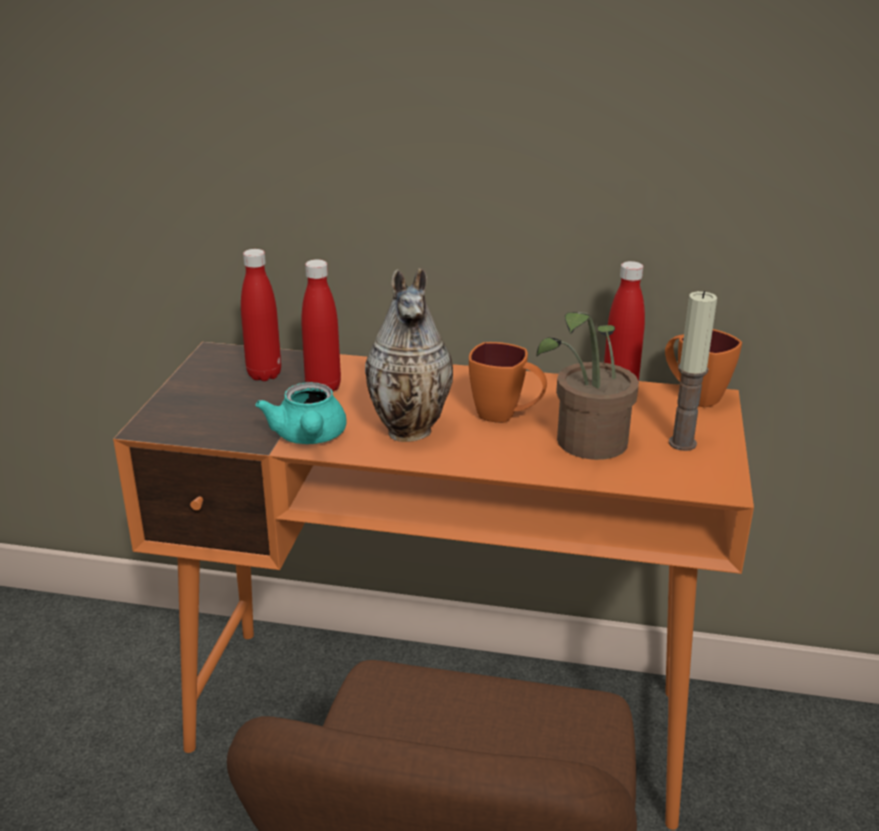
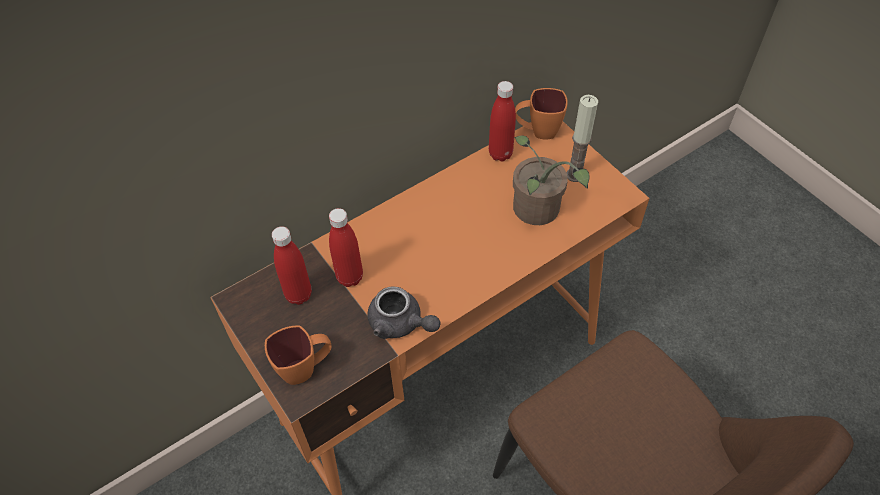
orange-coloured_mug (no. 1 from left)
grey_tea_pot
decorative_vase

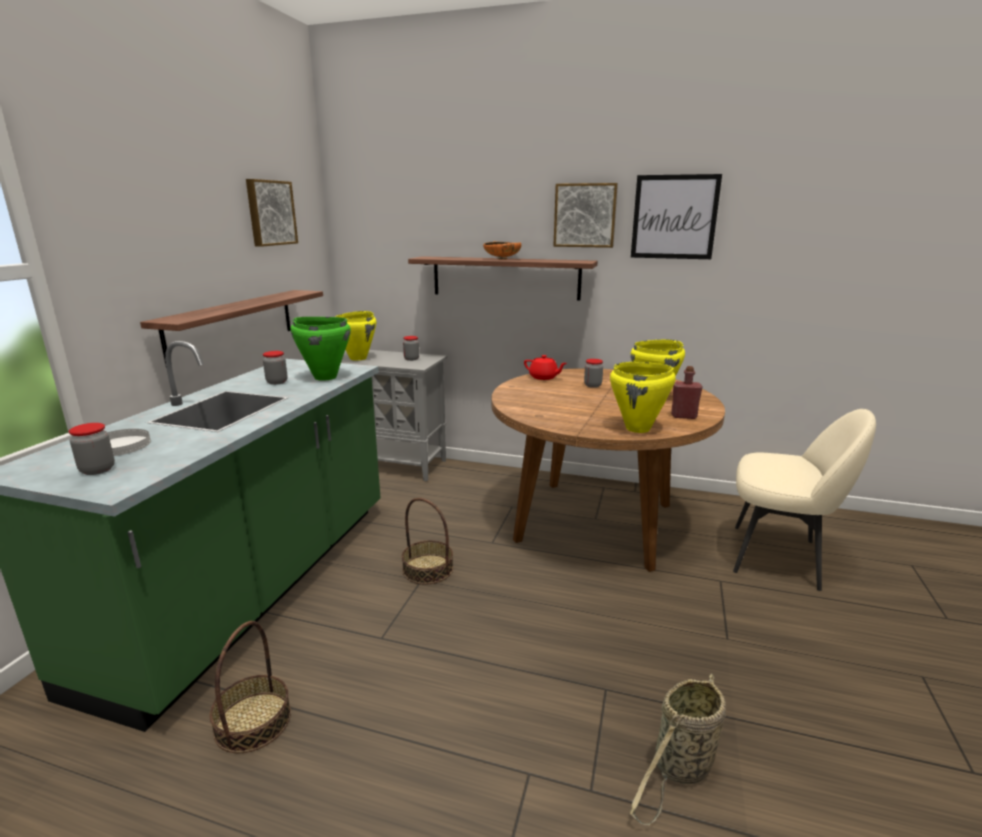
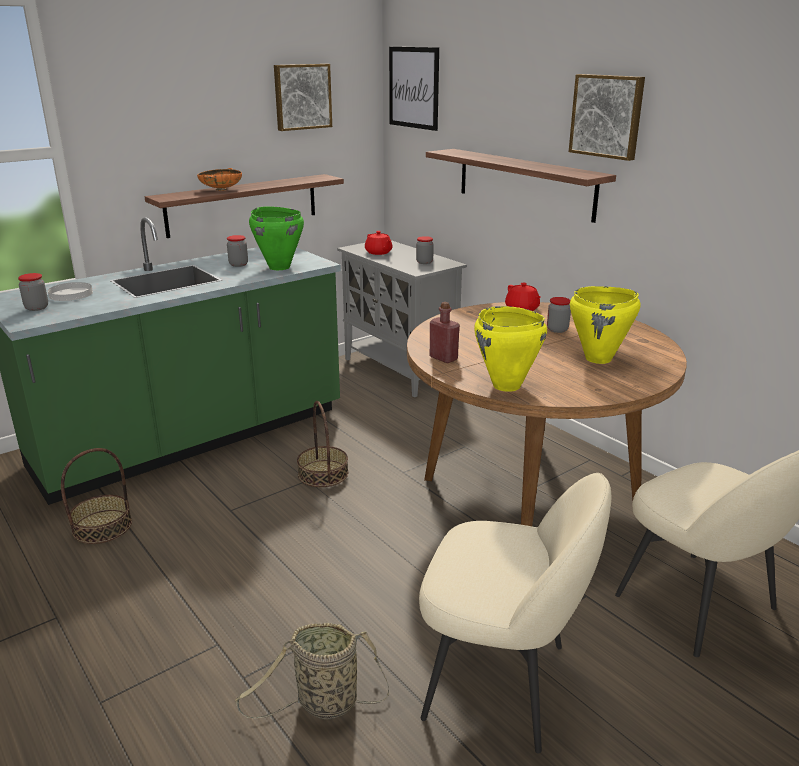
orange-coloured_deep_dish
red-coloured_tea_pot (no. 1 from left)
wall_picture (no. 2 from left)
beige_plain_chair (no. 1 from left)
red-coloured_drink_bottle

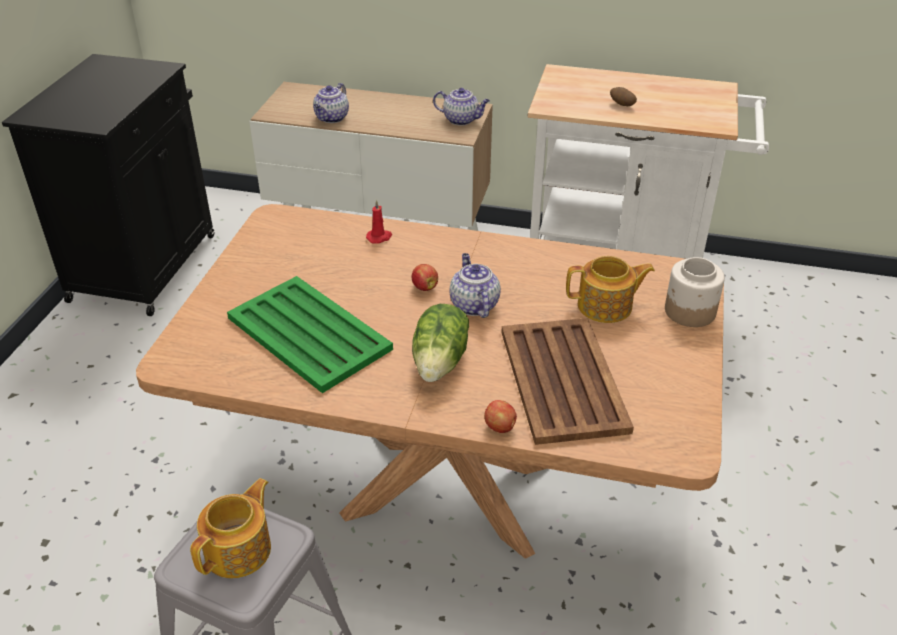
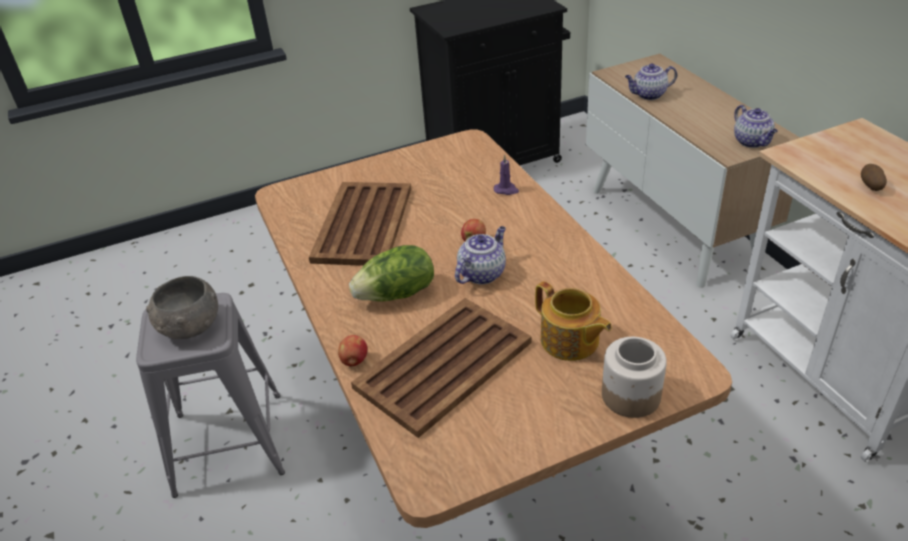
grey_deep_dish
brown-coloured_tray (no. 1 from left)
purple_wax_light

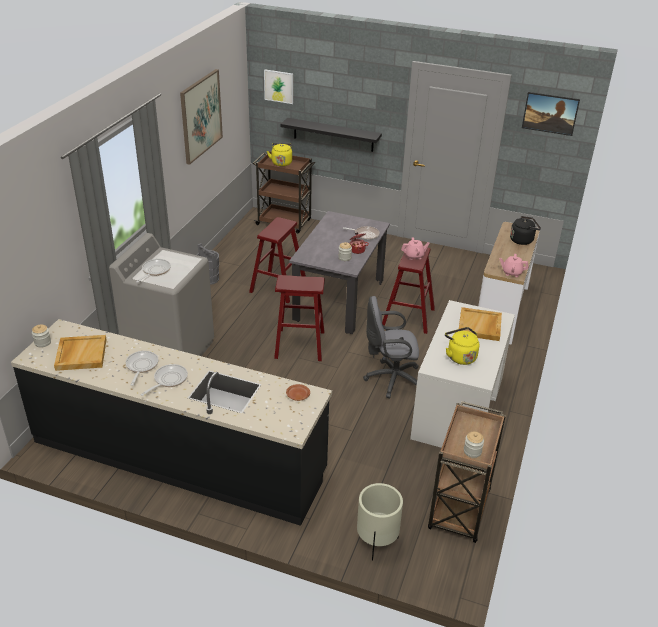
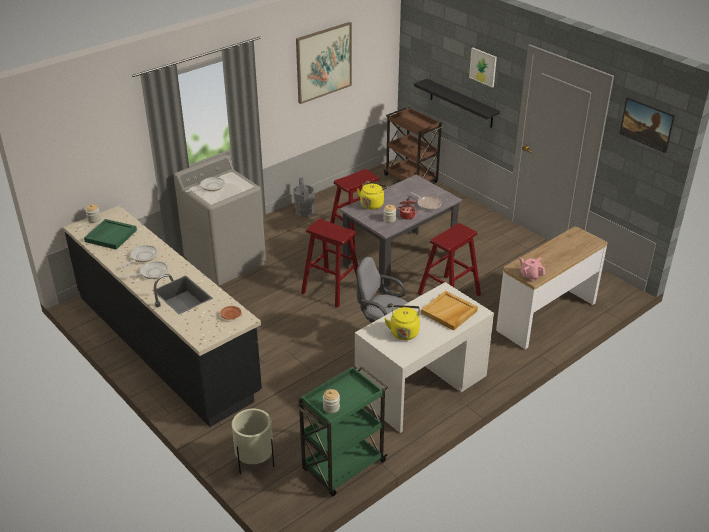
green_tray
green_cart
yellow-coloured_kettle (no. 1 from left)
wall_picture (no. 2 from left)
pinkish_tea_pot (no. 1 from left in the first image)
black-coloured_kettle

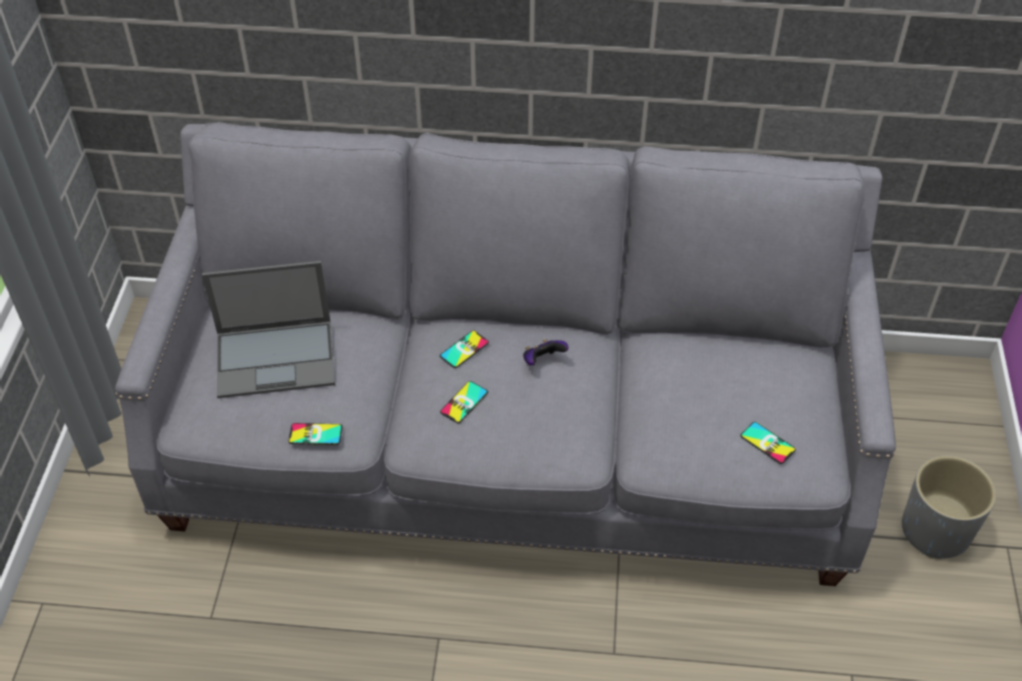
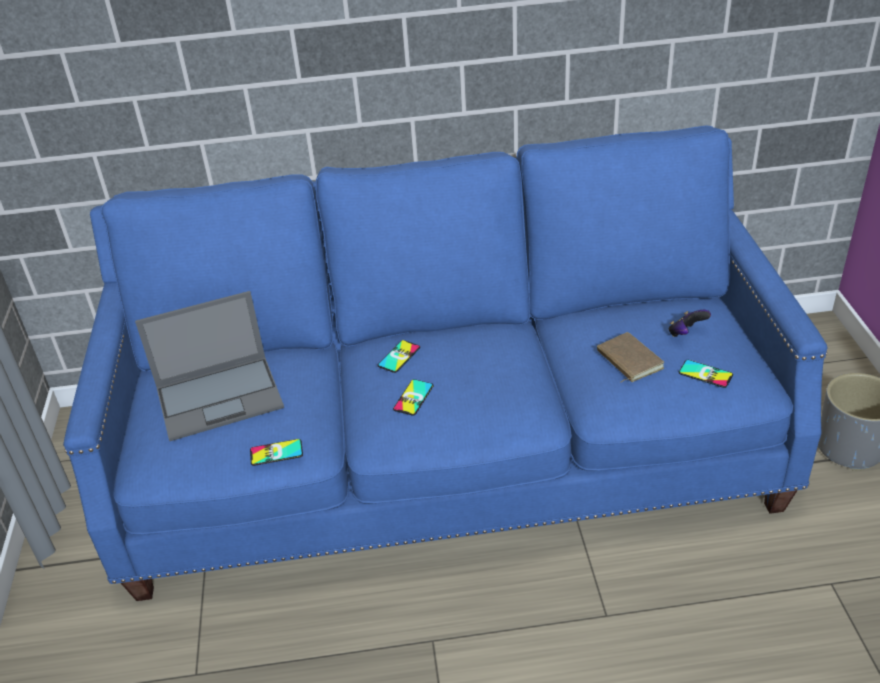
blue_couch
brown-coloured_bound_book
joypad

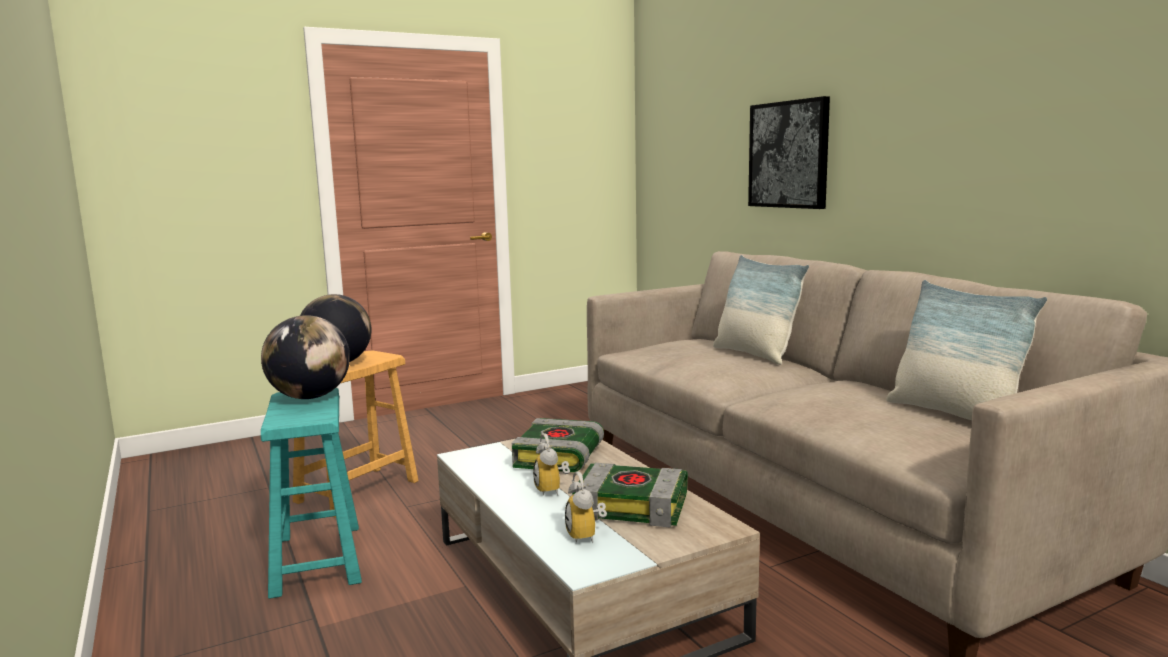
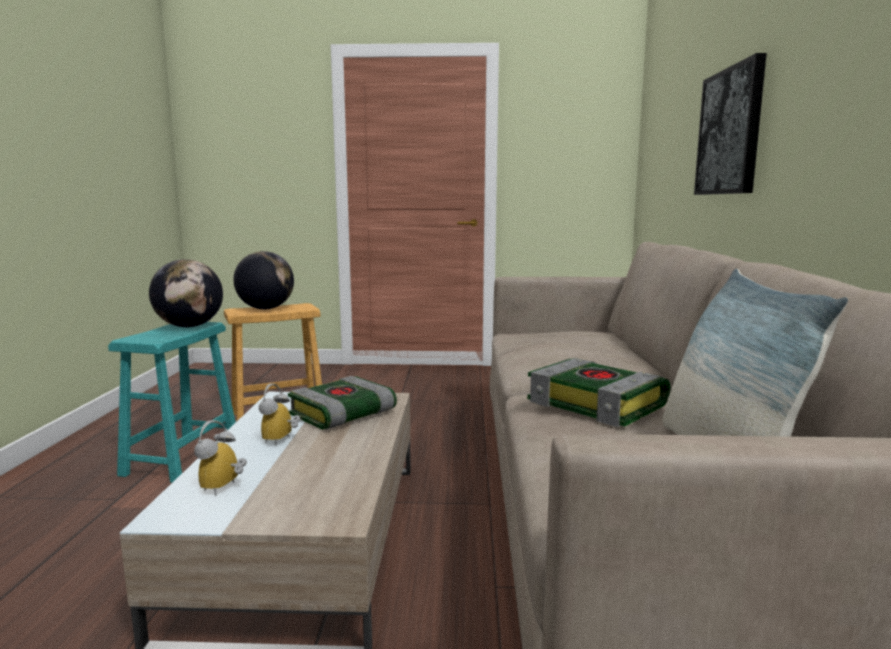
bound_book (no. 2 from left)
pillow (no. 1 from left in the first image)

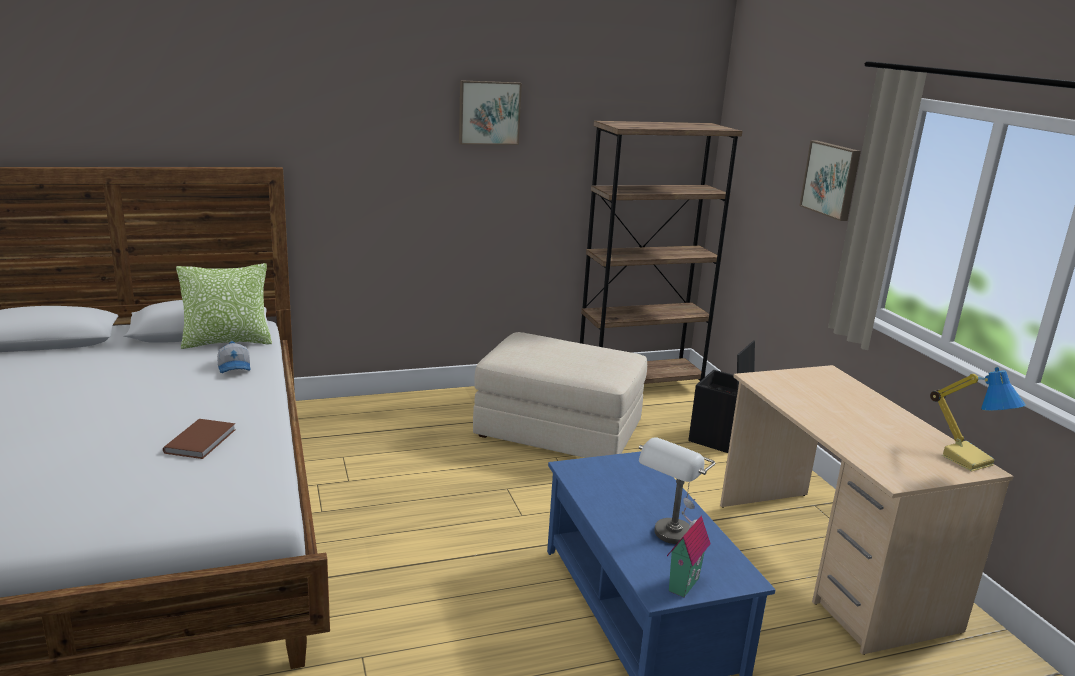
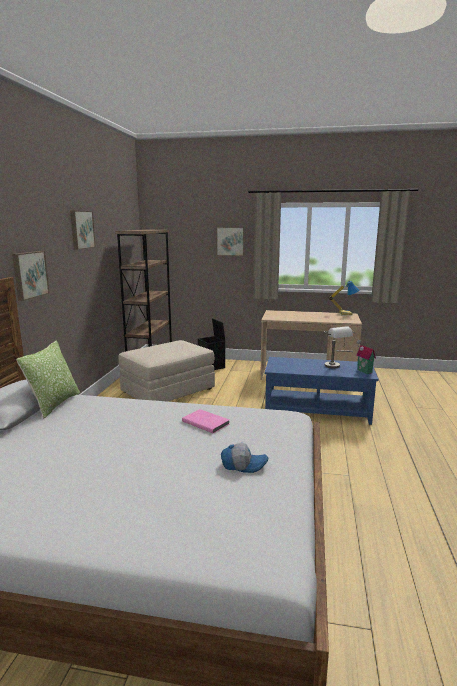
wall_picture (no. 1 from left)
pinkish_bound_book
peaked_cap

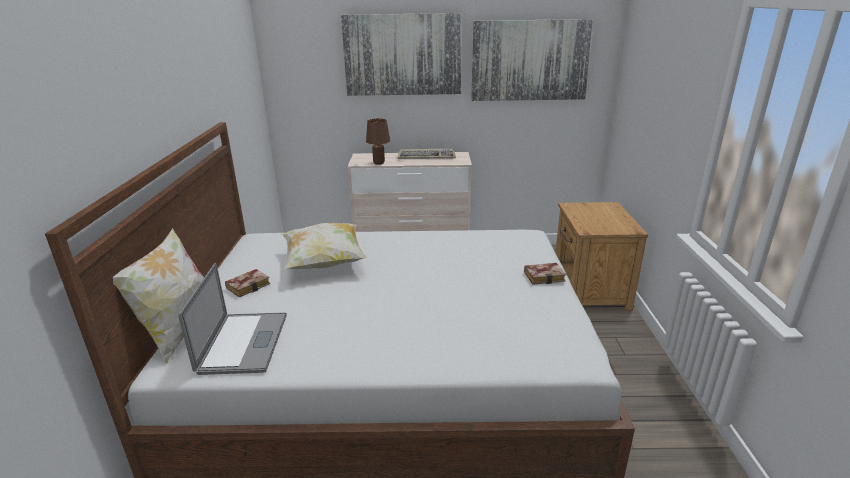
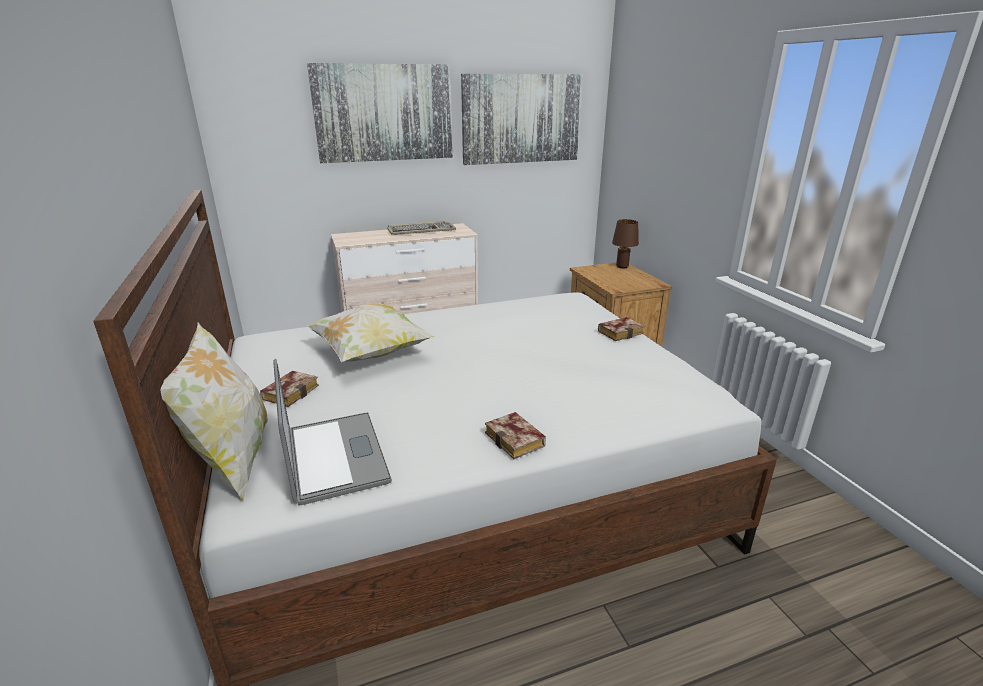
bound_book (no. 2 from left)
brown-coloured_lamp_for_a_table

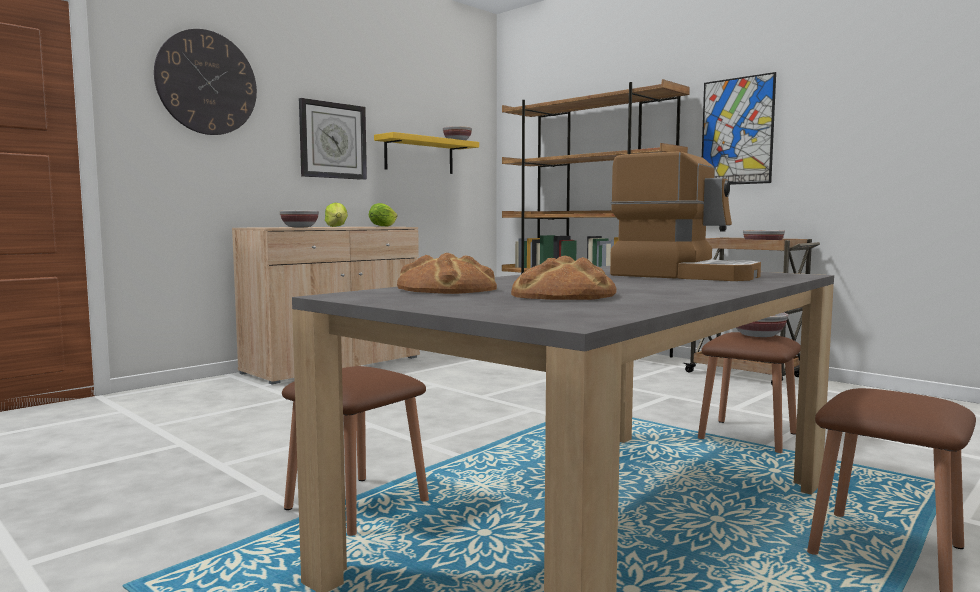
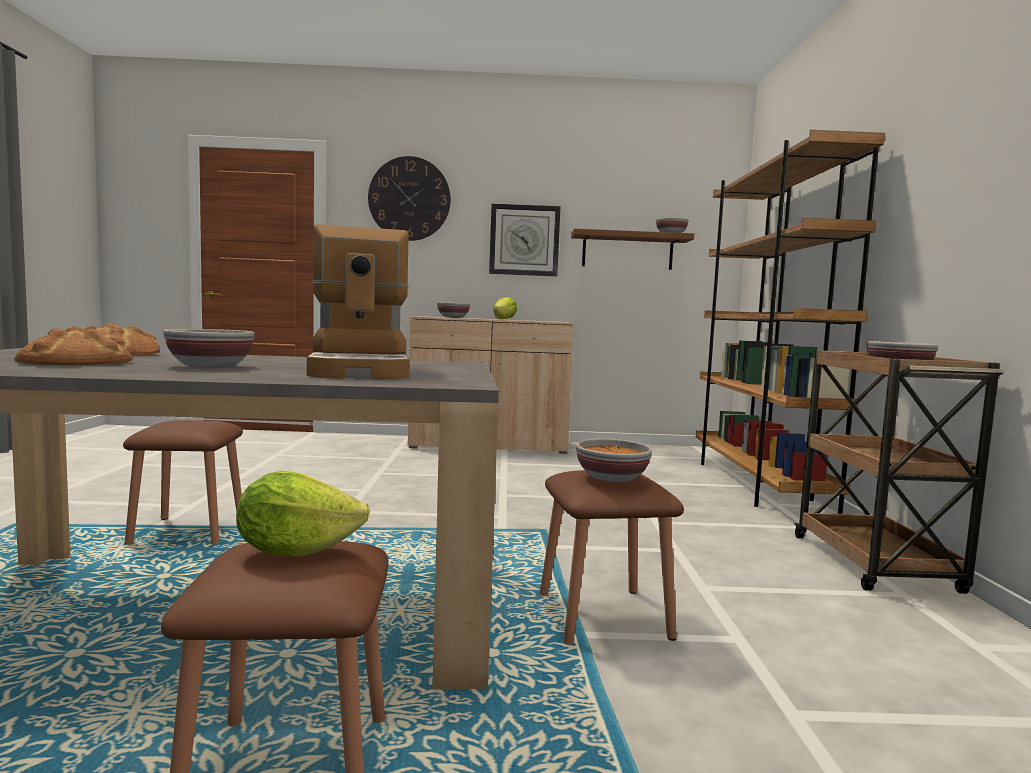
deep_dish (no. 1 from left)
head_of_lettuce (no. 1 from left)
brown-coloured_wall_shelf
wall_picture

